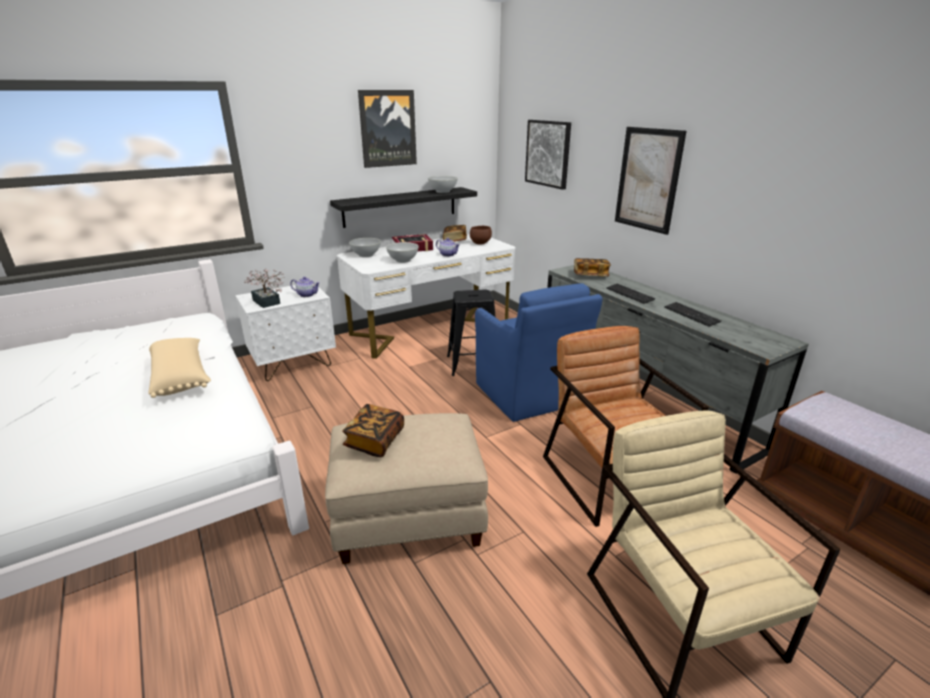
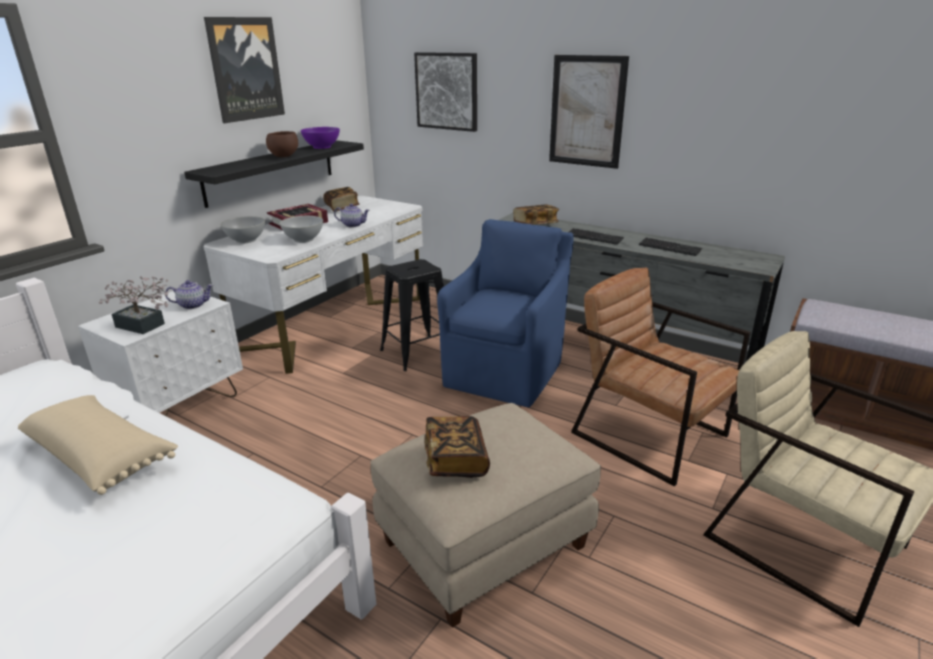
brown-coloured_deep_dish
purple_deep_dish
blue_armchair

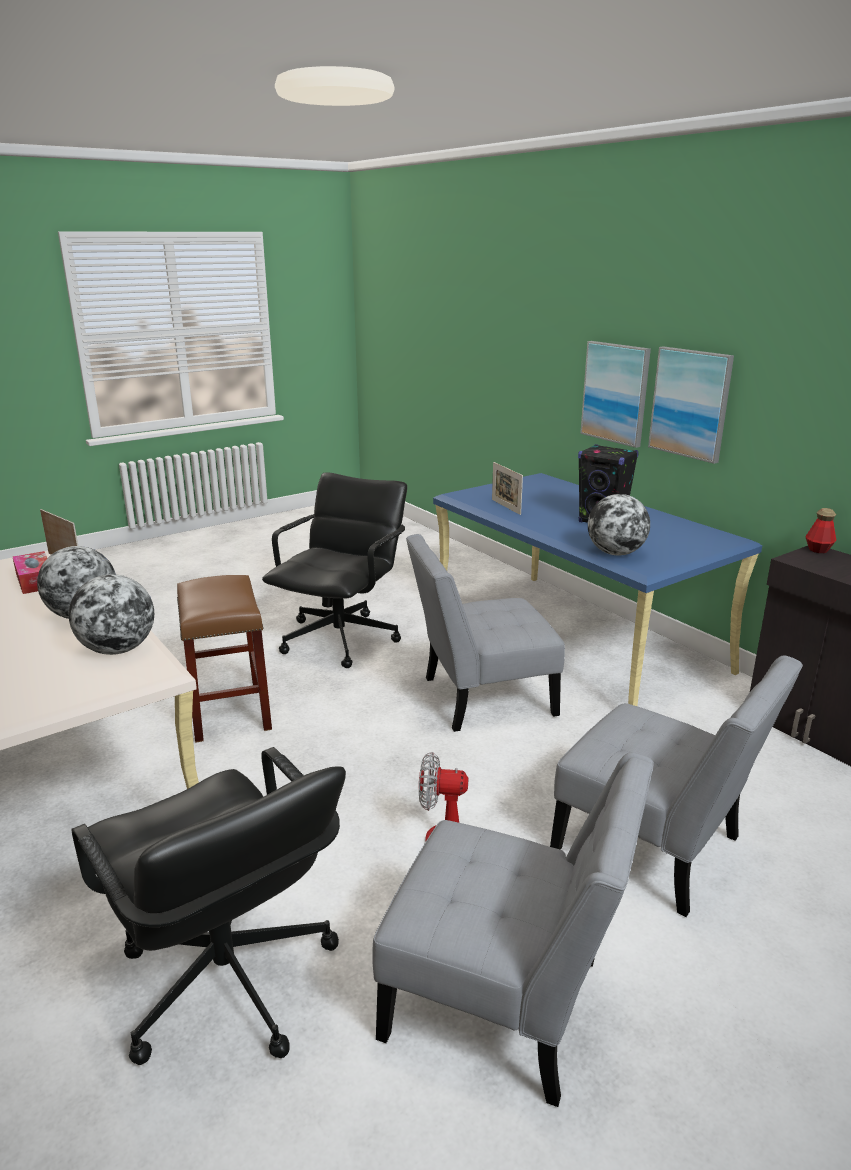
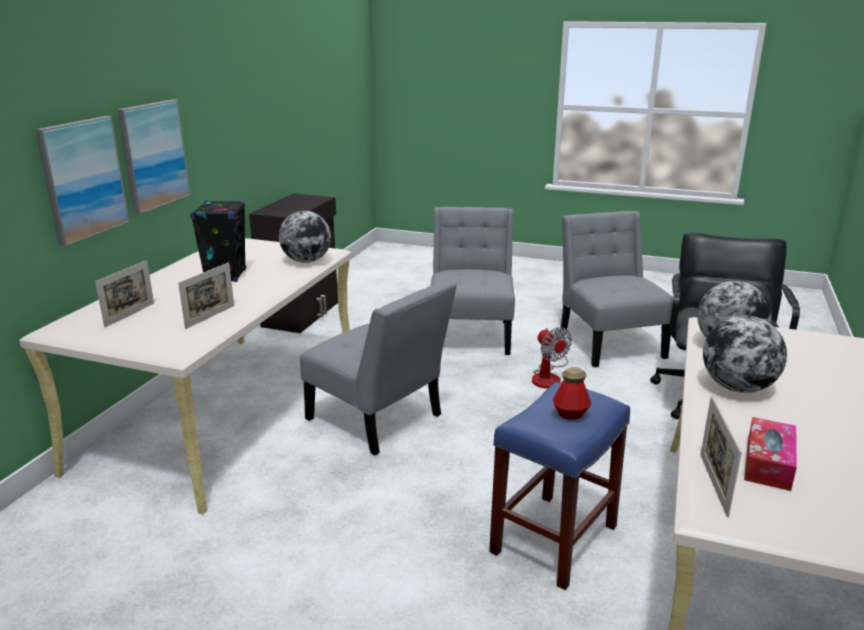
beige_desk (no. 1 from left)
picture_frame (no. 1 from left)
blue_sitting_stool
drink_bottle
black-coloured_office_chair (no. 2 from left in the first image)

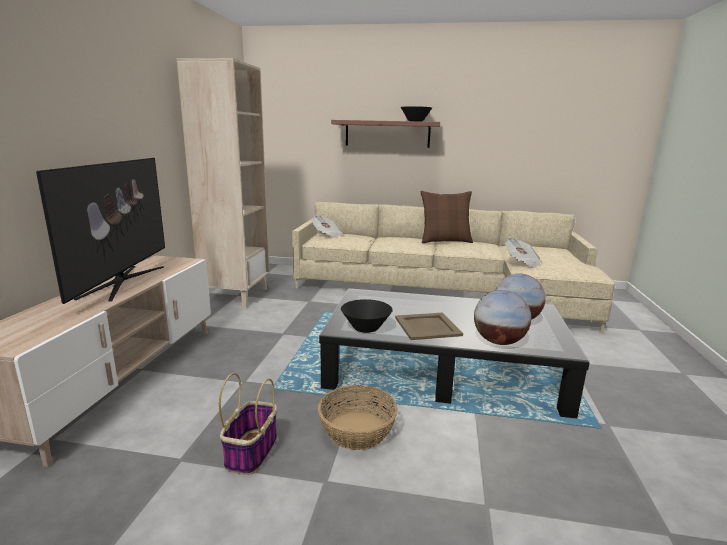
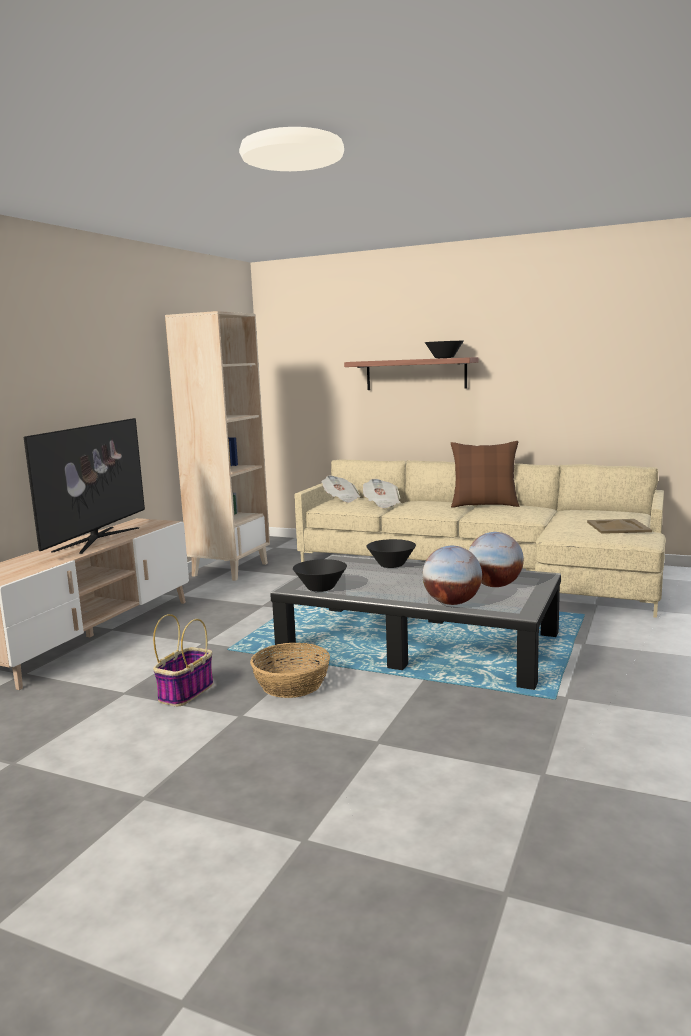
printed_paper (no. 2 from left)
black-coloured_deep_dish (no. 2 from left)
beige_tray

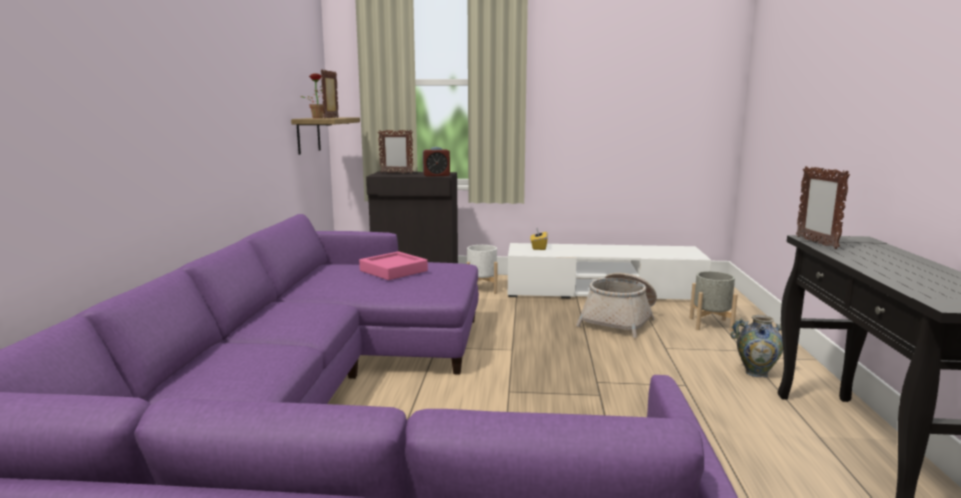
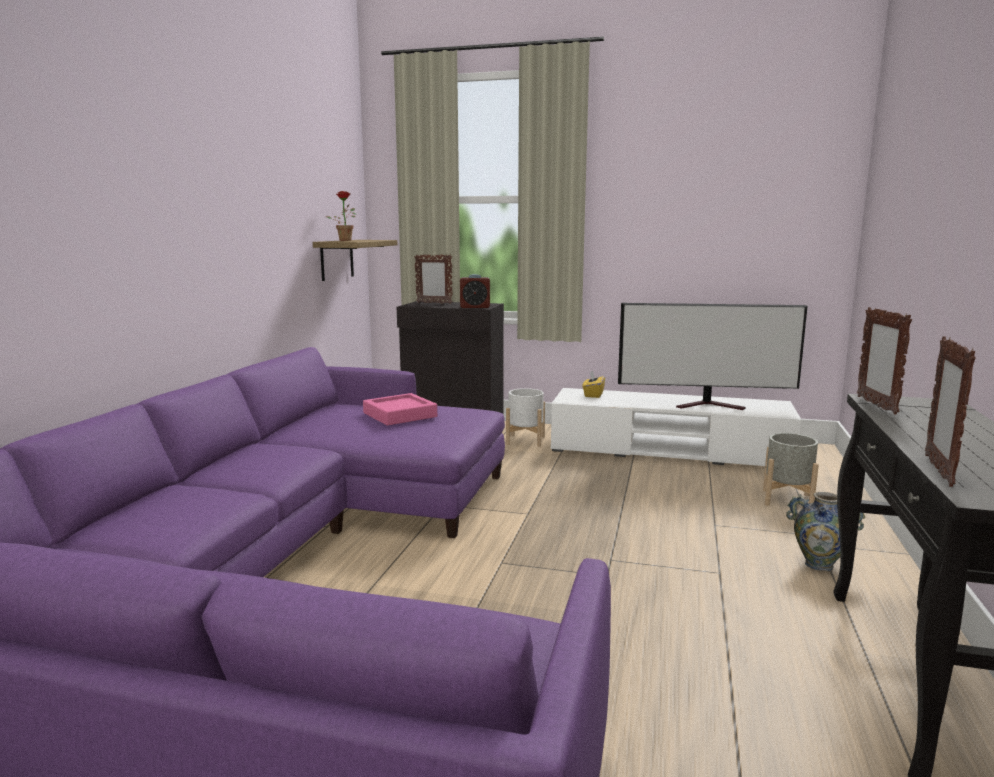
television
picture_frame (no. 3 from left)
household_basket

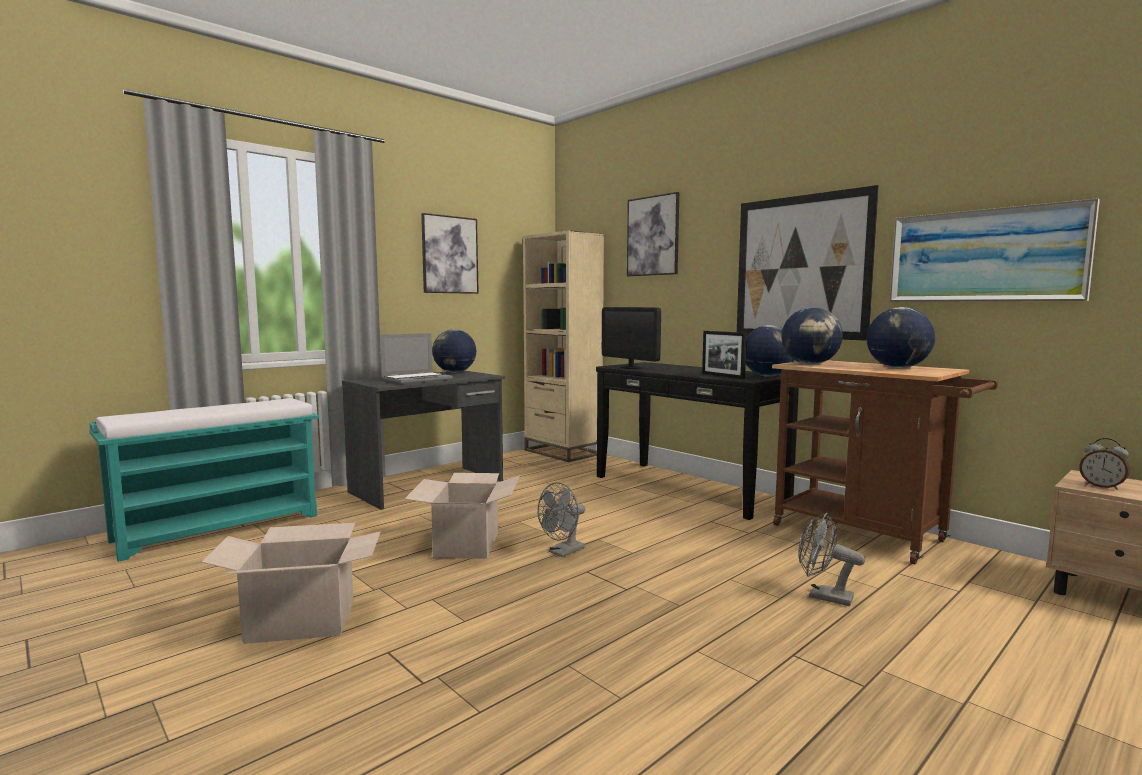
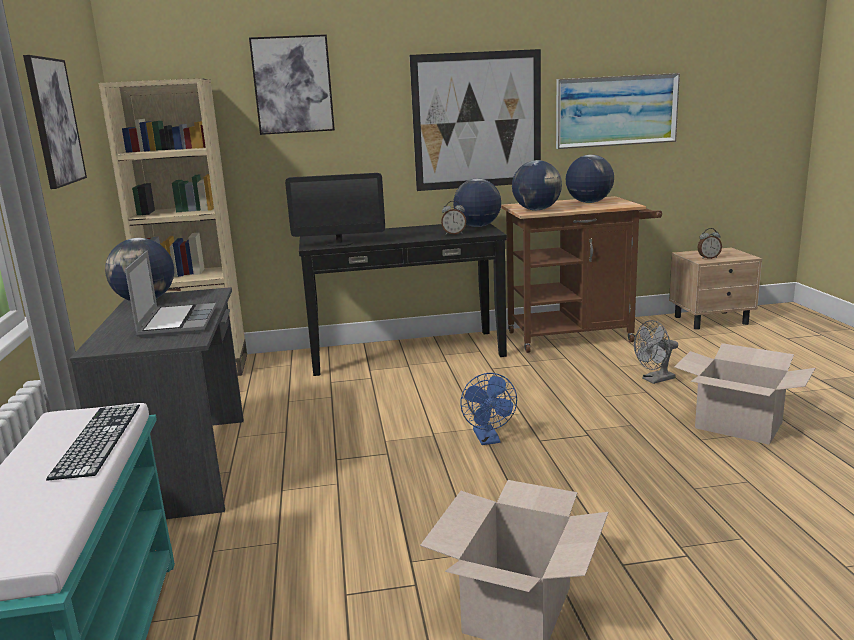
keyboard
table_clock (no. 1 from left)
blue_cooling_fan
cardboard_box (no. 2 from left)

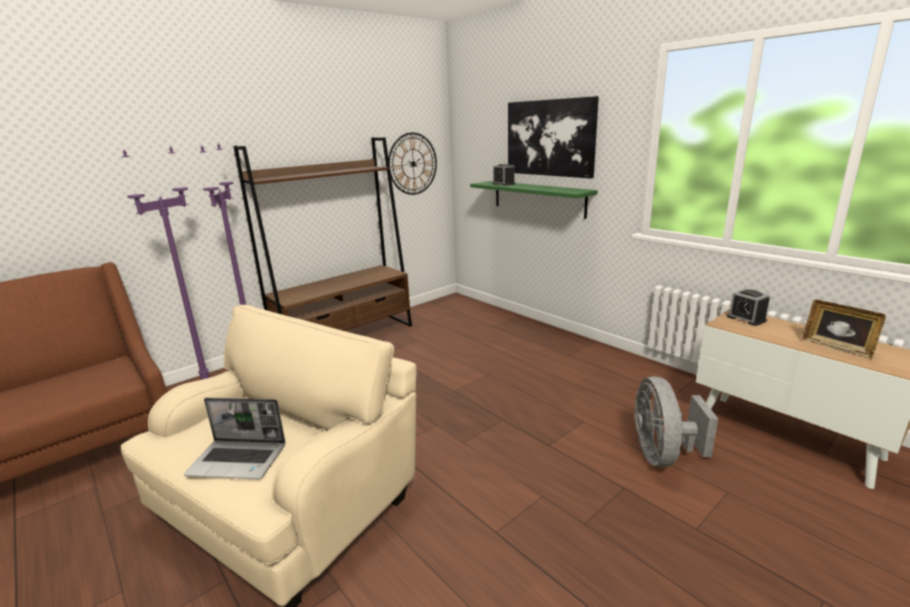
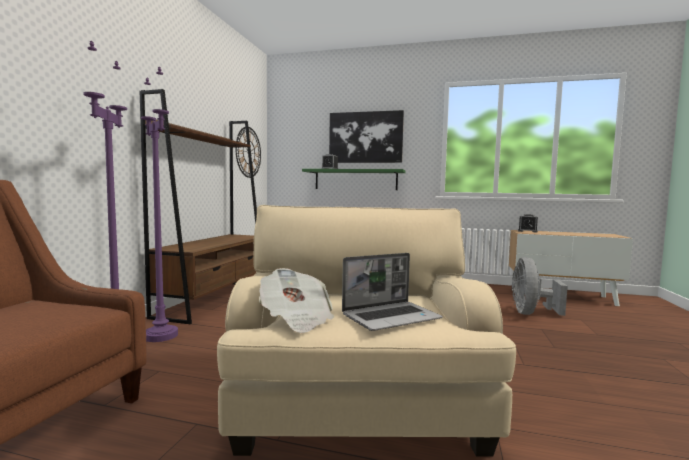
printed_paper
grey_cooling_fan
picture_frame

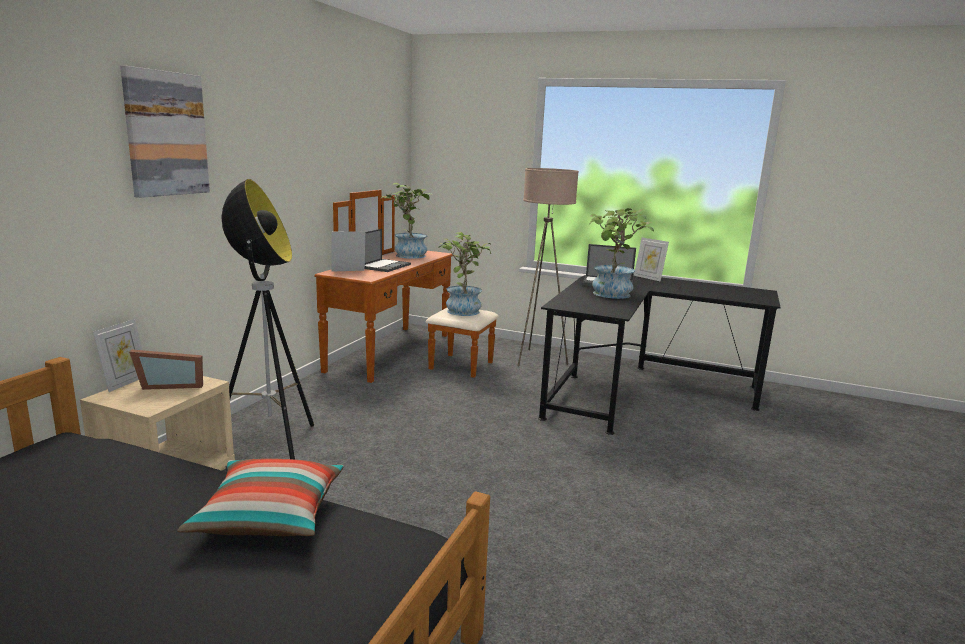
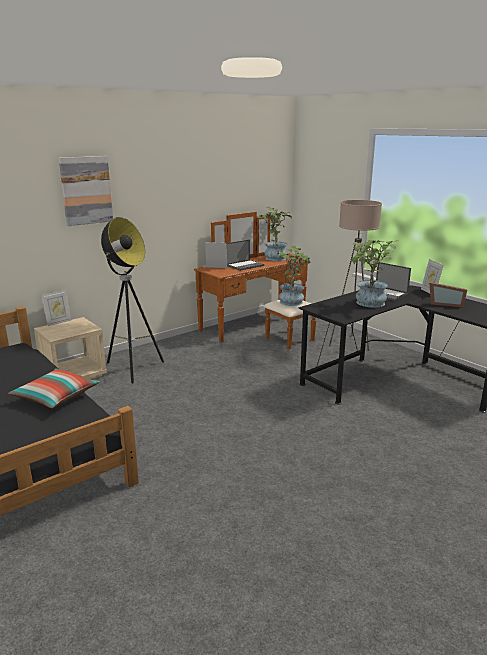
picture_frame (no. 4 from left)

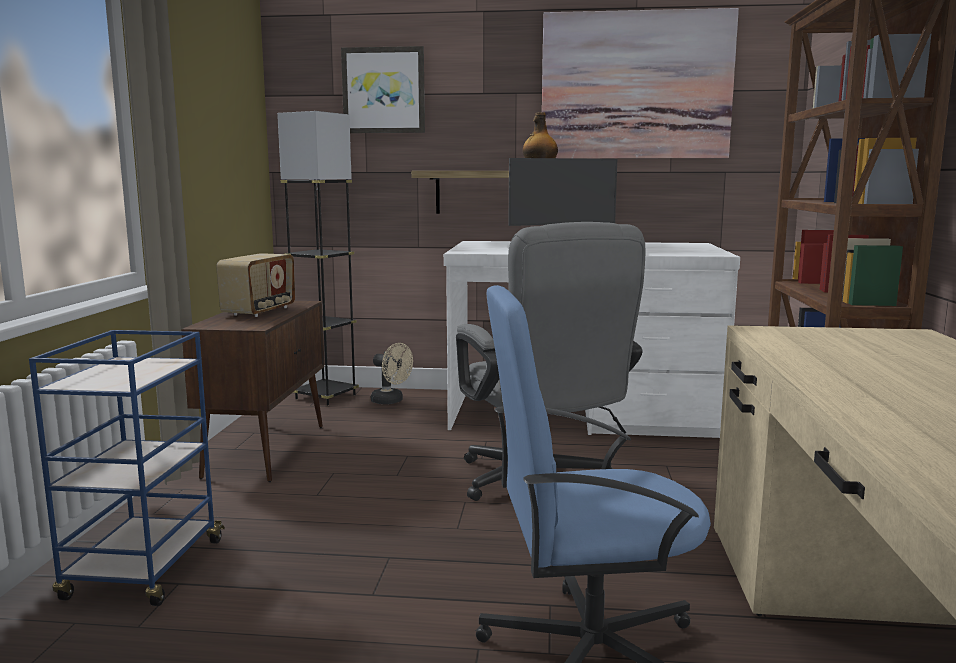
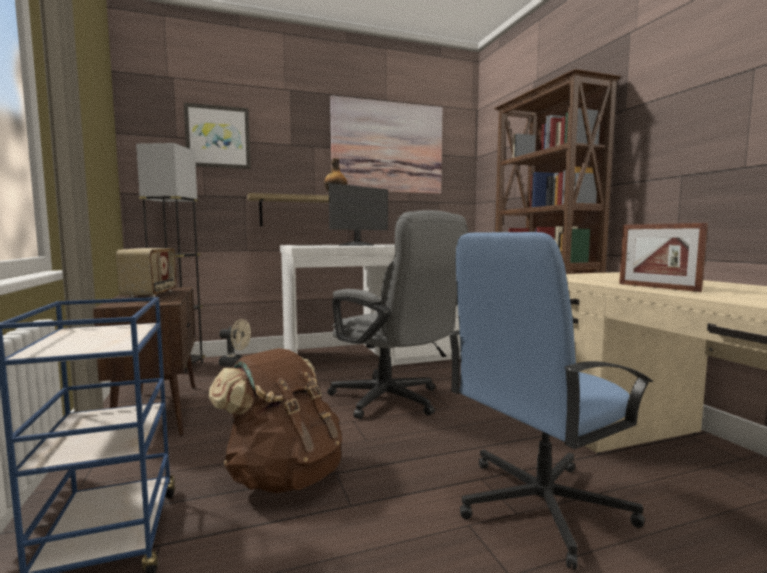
brown-coloured_backpack
picture_frame

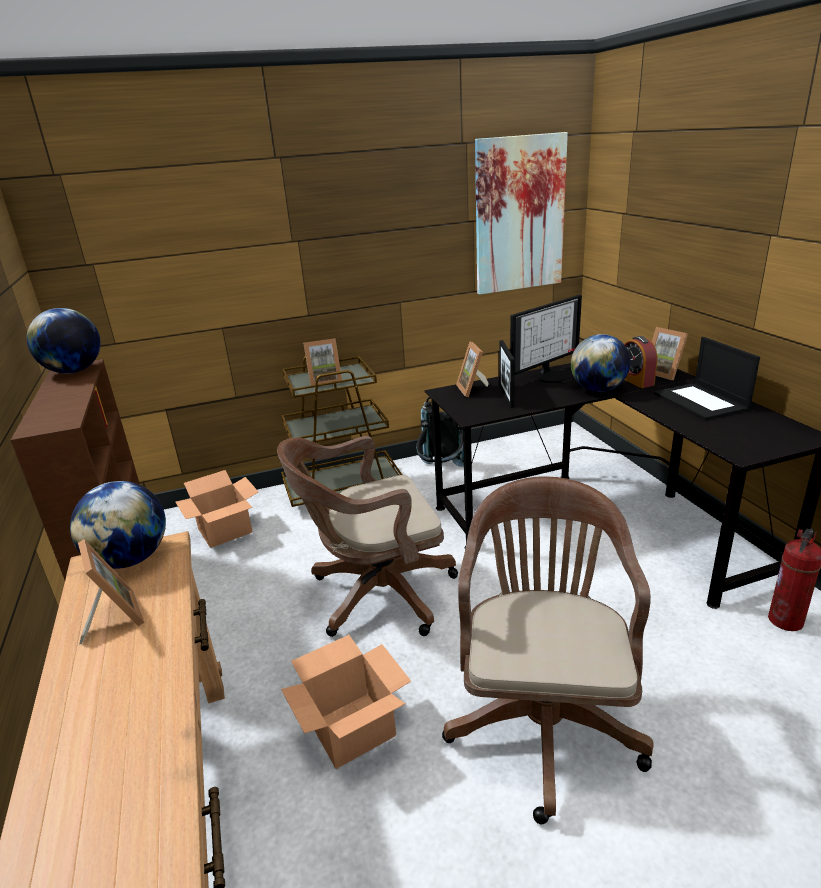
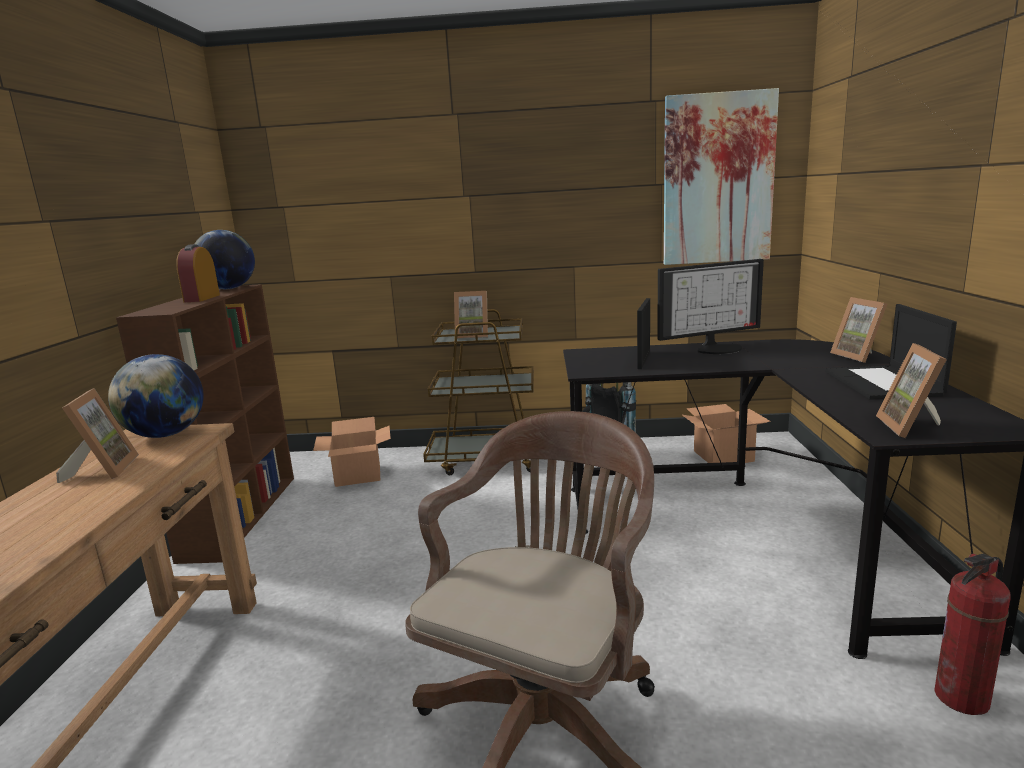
table_clock
cardboard_box (no. 2 from left)
picture_frame (no. 5 from left)
brown-coloured_office_chair (no. 1 from left in the first image)
desk_globe (no. 3 from left in the first image)

